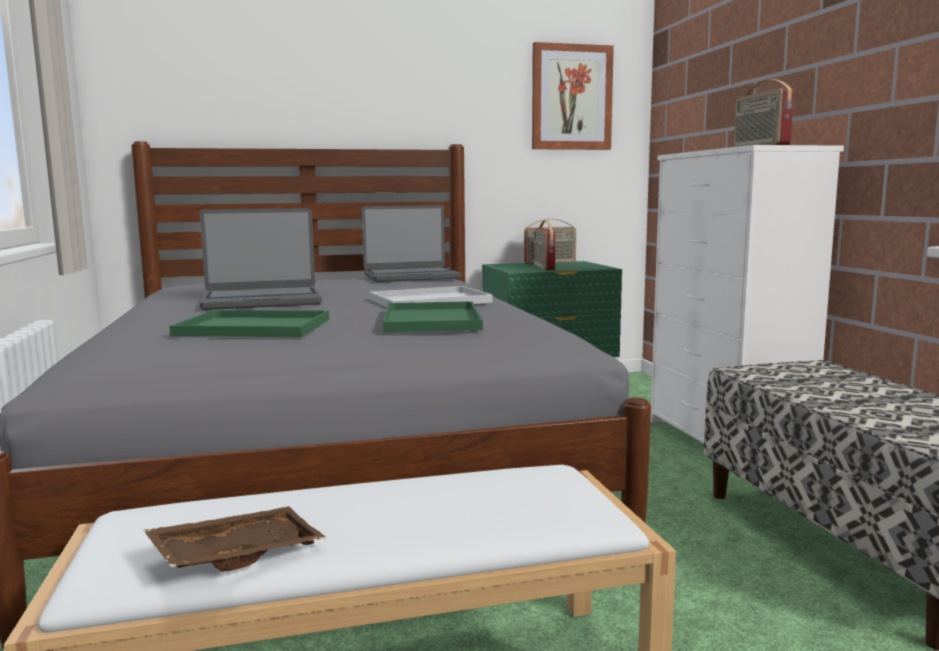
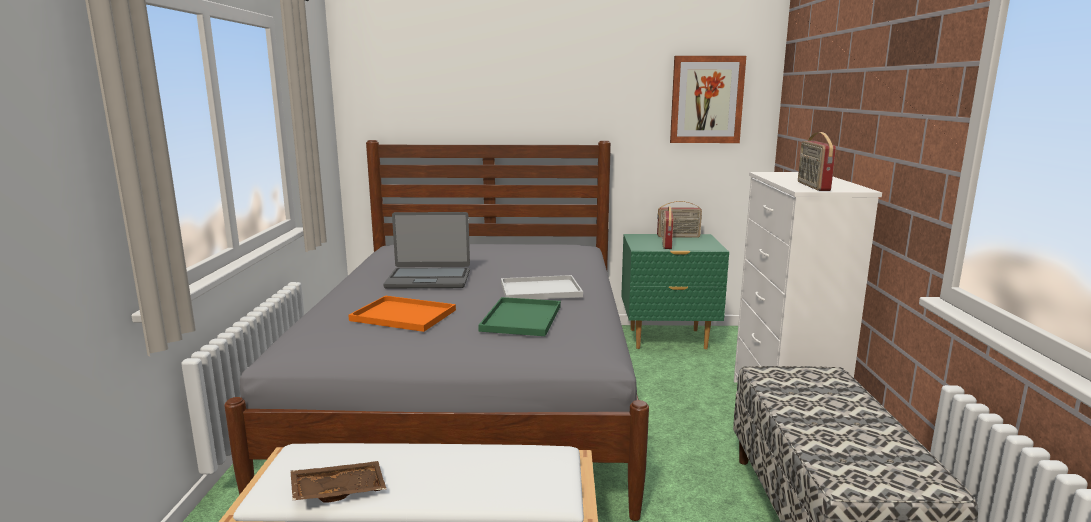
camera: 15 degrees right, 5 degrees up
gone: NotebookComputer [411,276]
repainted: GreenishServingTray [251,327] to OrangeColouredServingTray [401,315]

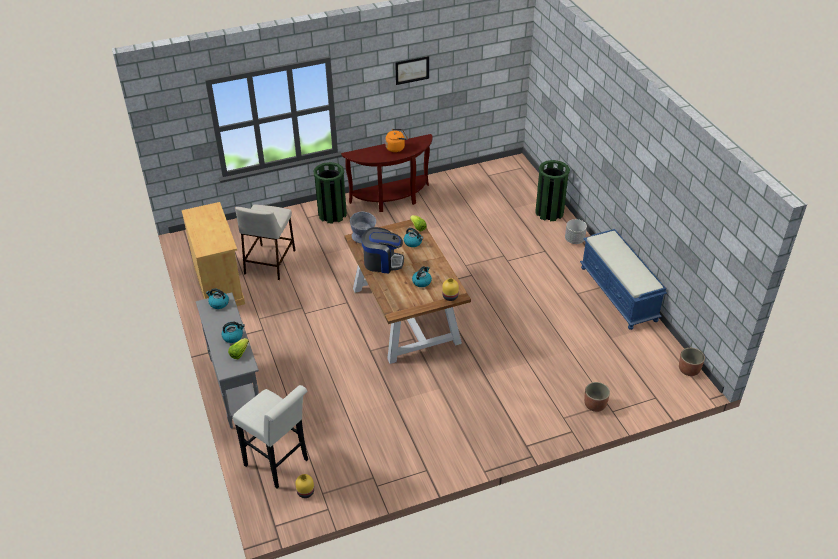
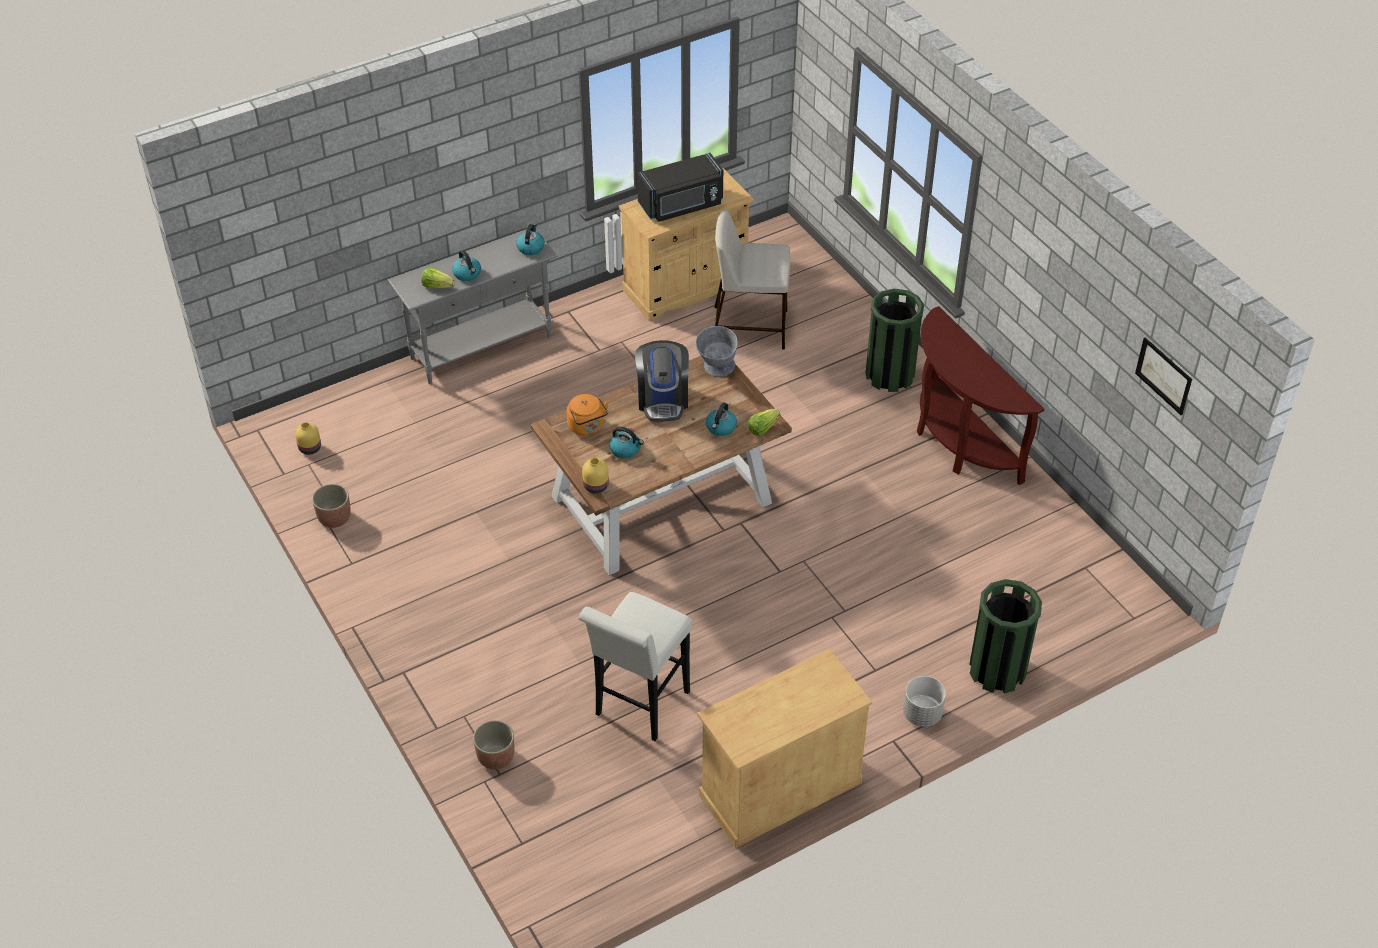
camera: 80 degrees right, 5 degrees up
new: BlackishKitchenMicrowave [682,205]
shifted: WhiteSittingStool [279,465] to [638,708]; OrangeColouredWaterKettle [396,148] to [587,427]; WallPicture [412,70] to [1163,375]; PlantPot [688,370] to [334,518]
swapped: BlueIndoorBench [619,294] to BeigeColouredStorageCabinet [780,789]

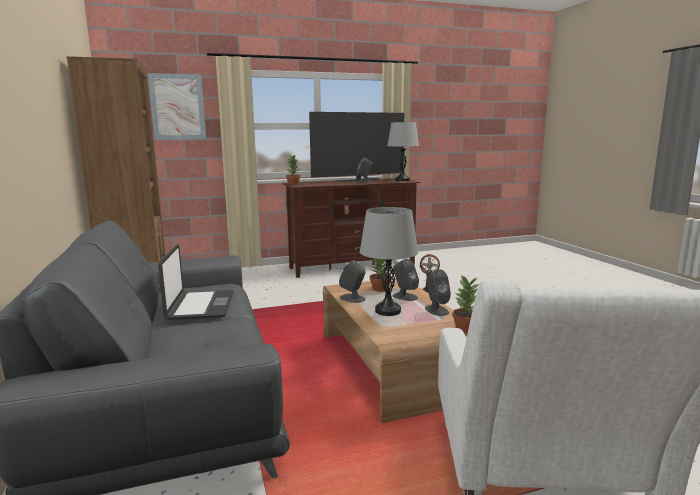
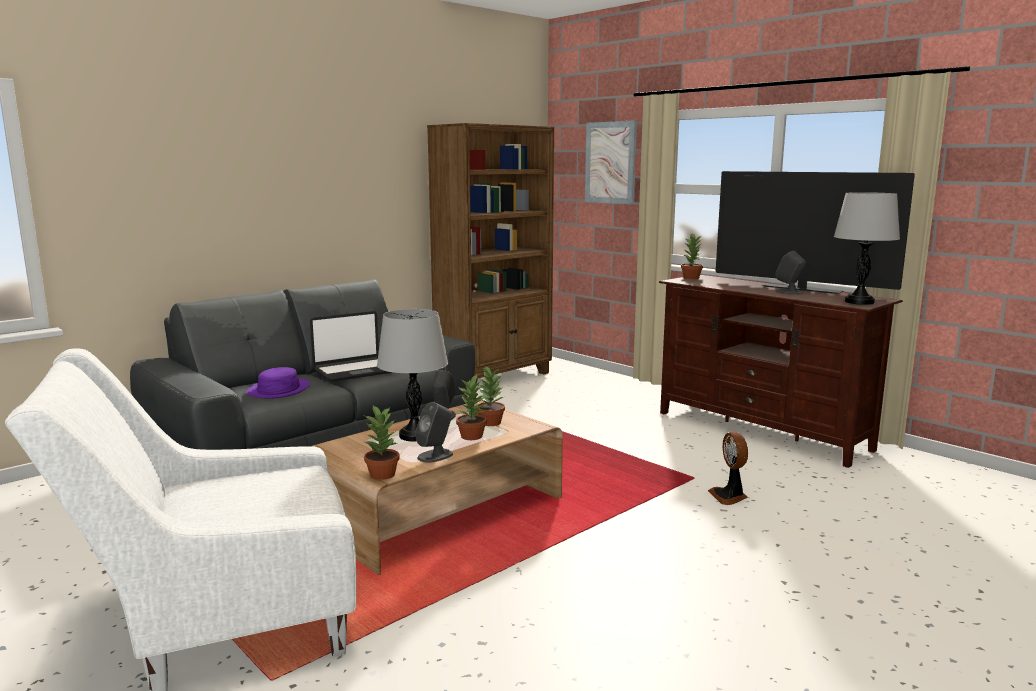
camera: 65 degrees right, 0 degrees up
new: PurpleWearableHat [278,390]
swapped: GrayLoudspeaker [404,296] to PottedPlant [472,436]

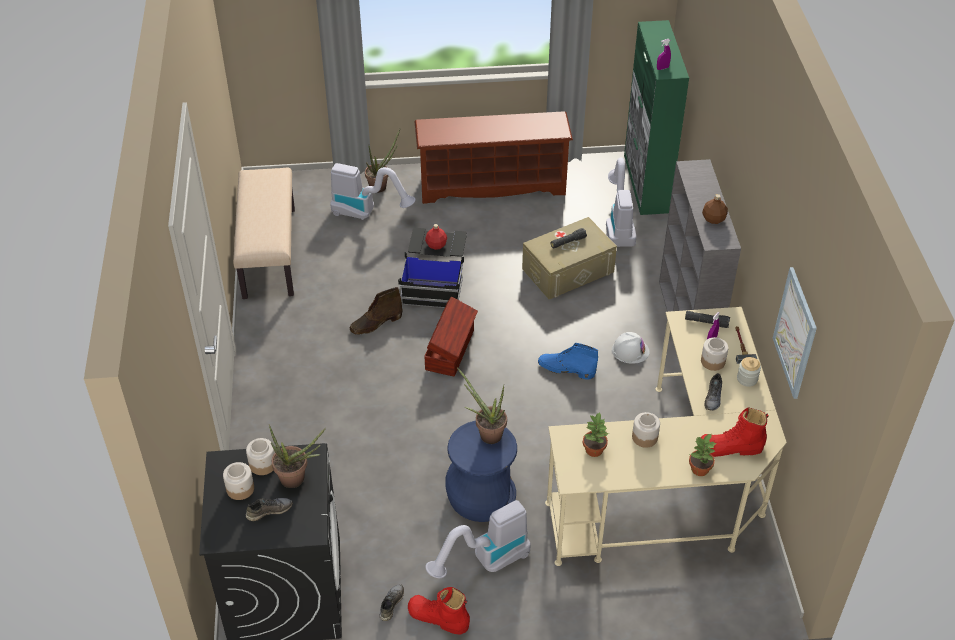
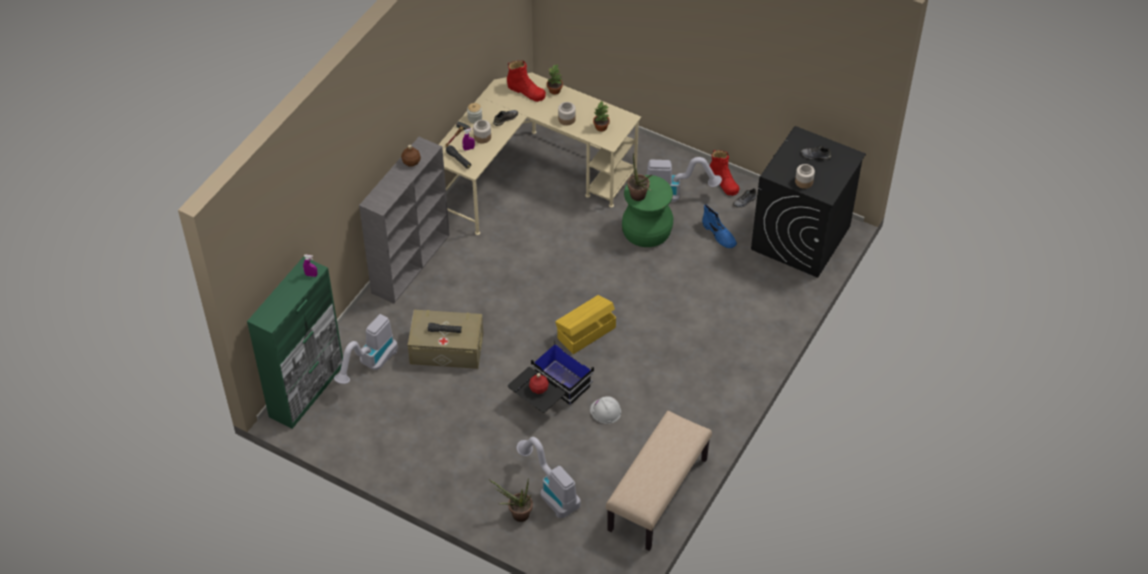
camera: 145 degrees left, 5 degrees up
gone: StorageJar [240,489]; PottedPlant [298,479]; BrownTallBoot [376,323]; BrownShoeStand [492,185]; WallPicture [795,333]
shifted: BlueTallBoot [566,369] to [719,235]; WhiteSafetyHelmet [630,350] to [605,411]
repainted: BrownStorageBin [451,349] to YellowColouredStorageBin [585,332]; BlueSittingStool [481,495] to GreenishSittingStool [647,230]

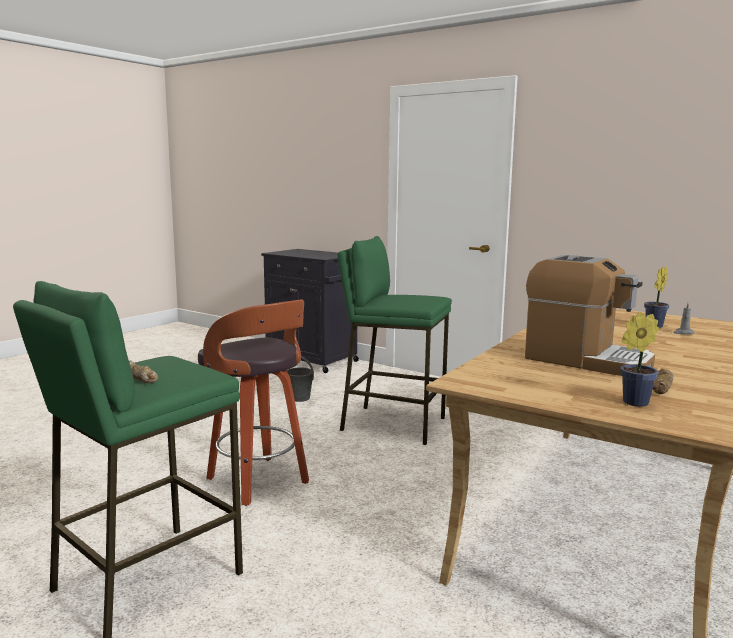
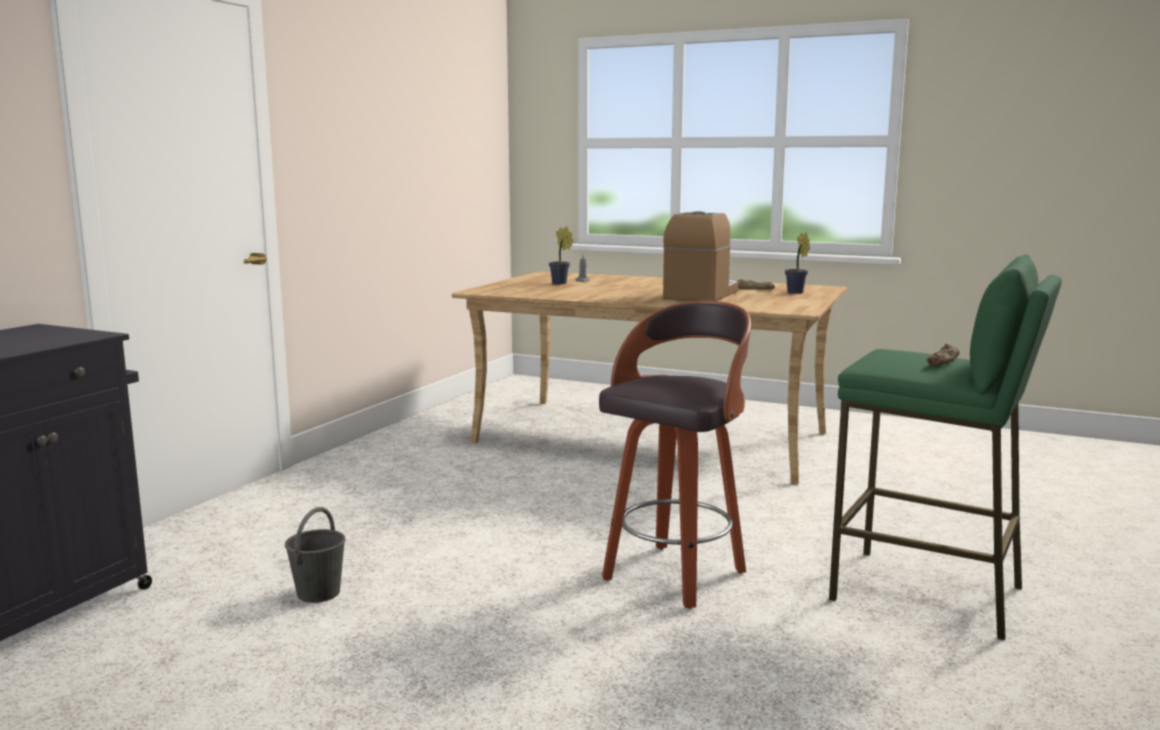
camera: 100 degrees left, 0 degrees up
gone: GreenishSittingStool [393,424]

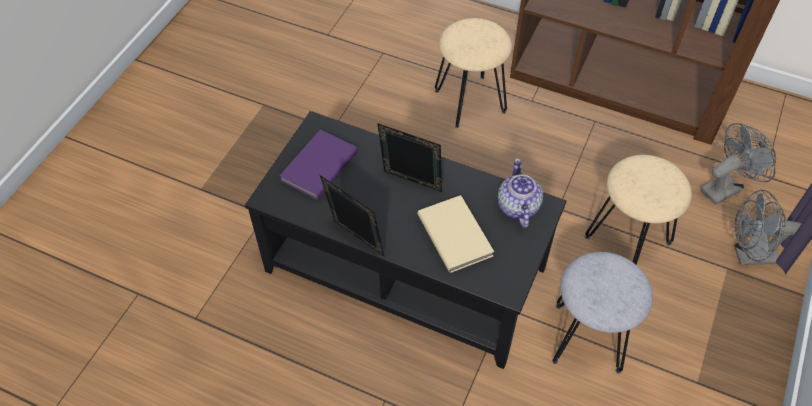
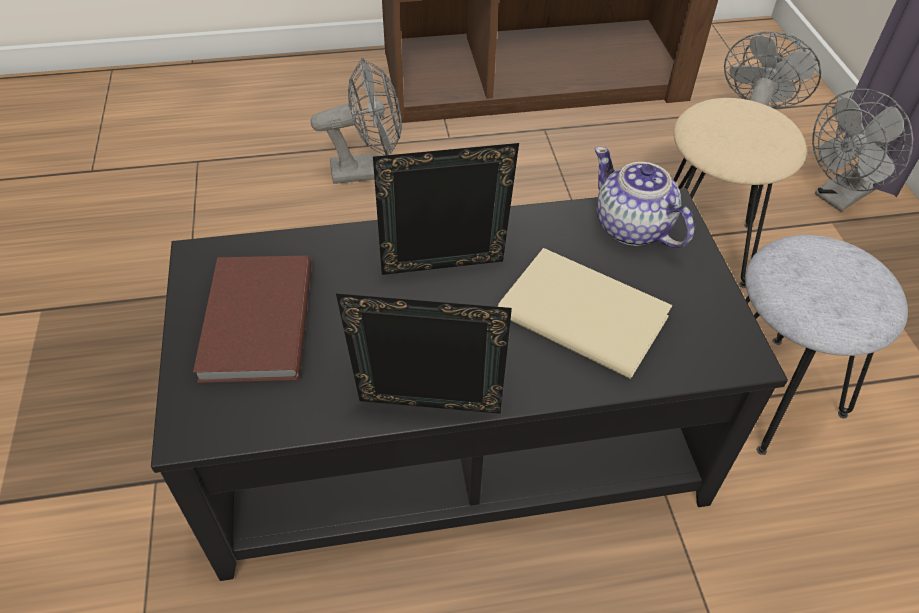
camera: 35 degrees left, 5 degrees down
swapped: BeigeColouredSittingStool [469,100] to GrayElectricFan [368,170]
repainted: PurpleBoundBook [317,166] to BrownBoundBook [253,323]

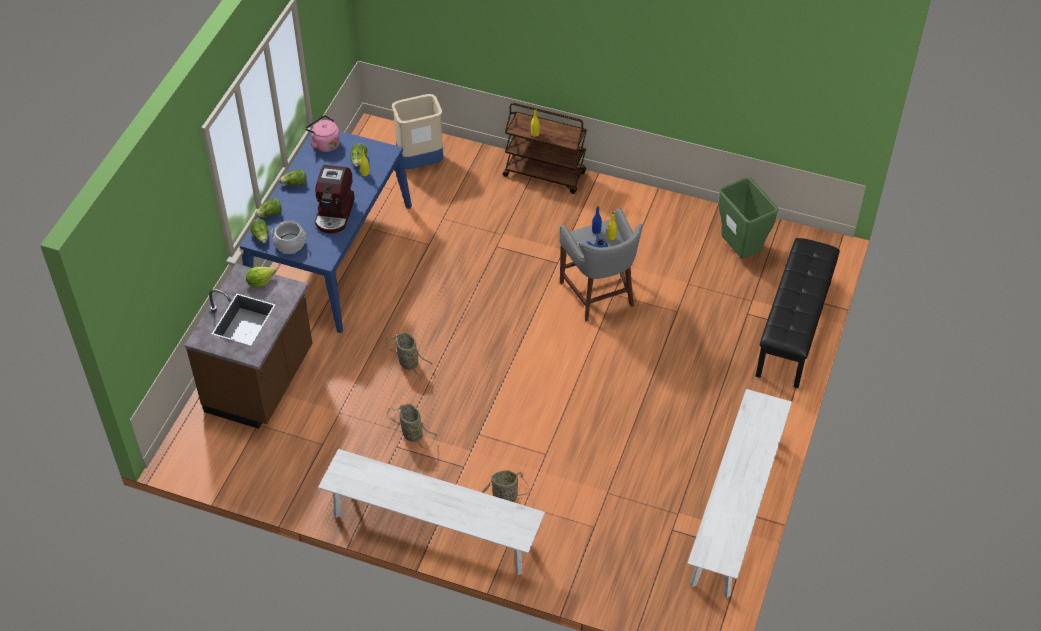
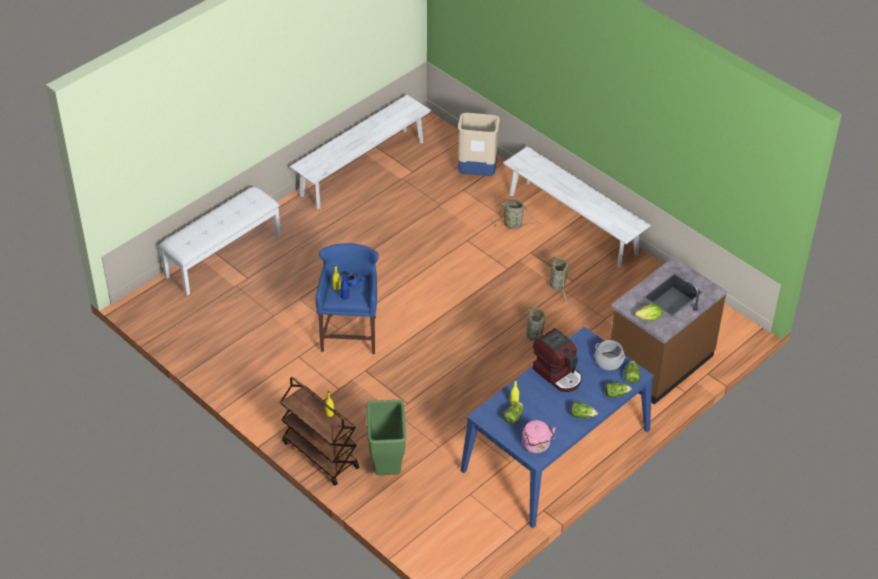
camera: 155 degrees left, 5 degrees down
shifted: BeigeColouredWasteBin [420,163] to [477,173]; GreenishWasteBin [740,251] to [386,467]
repainted: GraySittingStool [599,295] to BlueSittingStool [350,332]; BlackishIndoorBench [794,329] to WhiteIndoorBench [223,255]
rotated: CoffeeMaker [335,213] = [558,374] 105 degrees clockwise

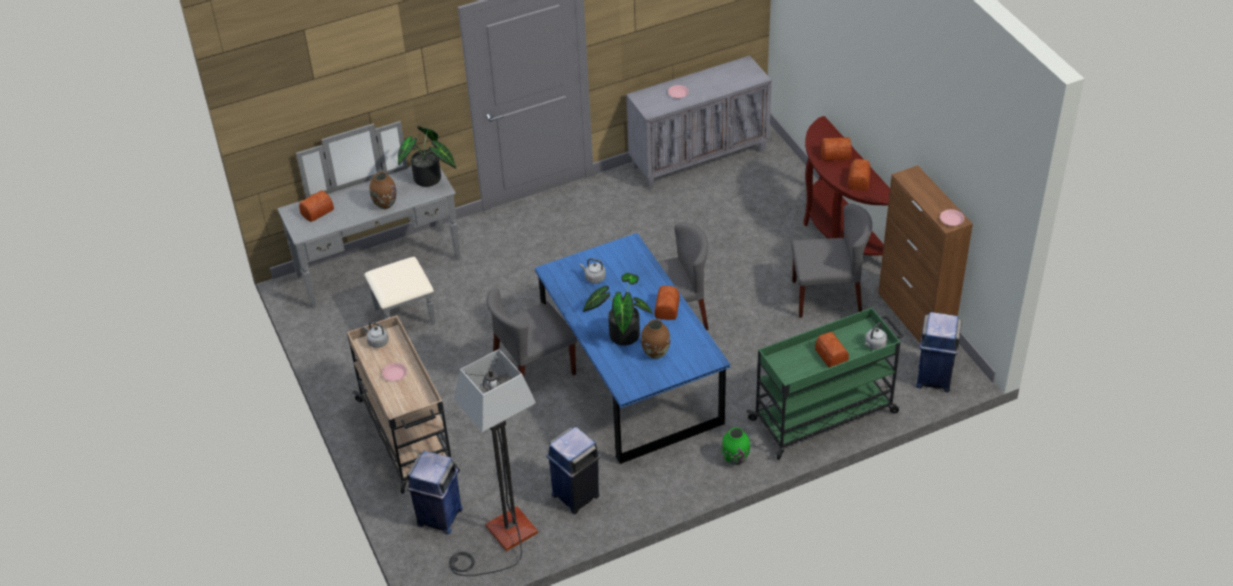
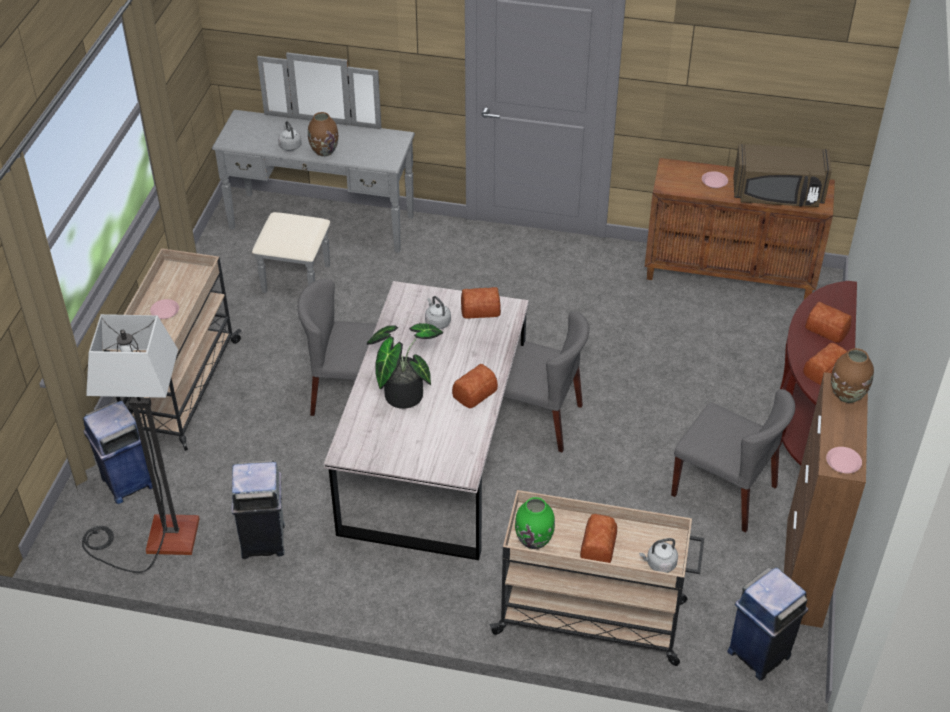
camera: 35 degrees right, 0 degrees up
gone: PottedPlant [429,180]
new: BrownKitchenMicrowave [778,195]
shifted: Bread [316,211] to [479,309]; GrayWaterKettle [377,341] to [290,145]; BrownVase [656,353] to [847,395]; GreenishVase [735,458] to [534,540]
repainted: BlueKitchenTable [633,379] to GrayKitchenTable [435,458]; BlueWasteBin [576,495] to GrayWasteBin [264,540]; GrayStorageCabinet [699,157] to BrownStorageCabinet [730,274]; GreenishCart [825,415] to BeigeColouredCart [592,618]

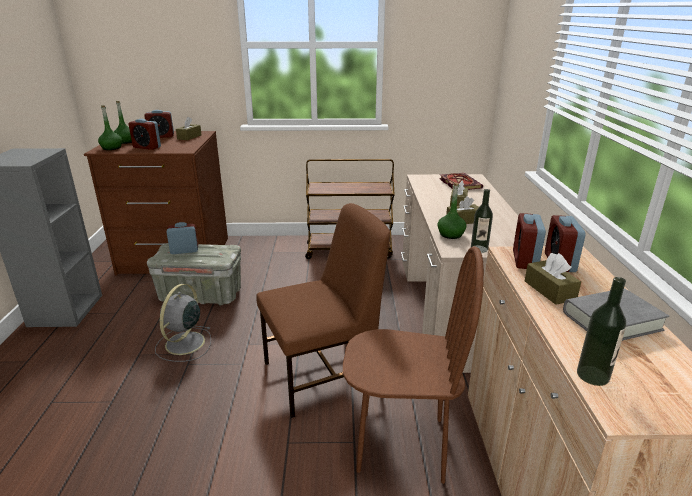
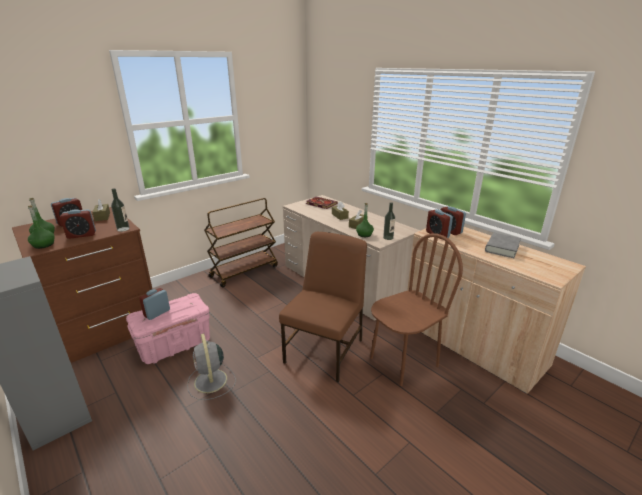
camera: 40 degrees left, 0 degrees up
gone: BrownTissueBox [549,290]
shifted: BeverageBottle [593,375] to [123,229]
repainted: GrayStorageBin [200,295] to PinkishStorageBin [174,345]

